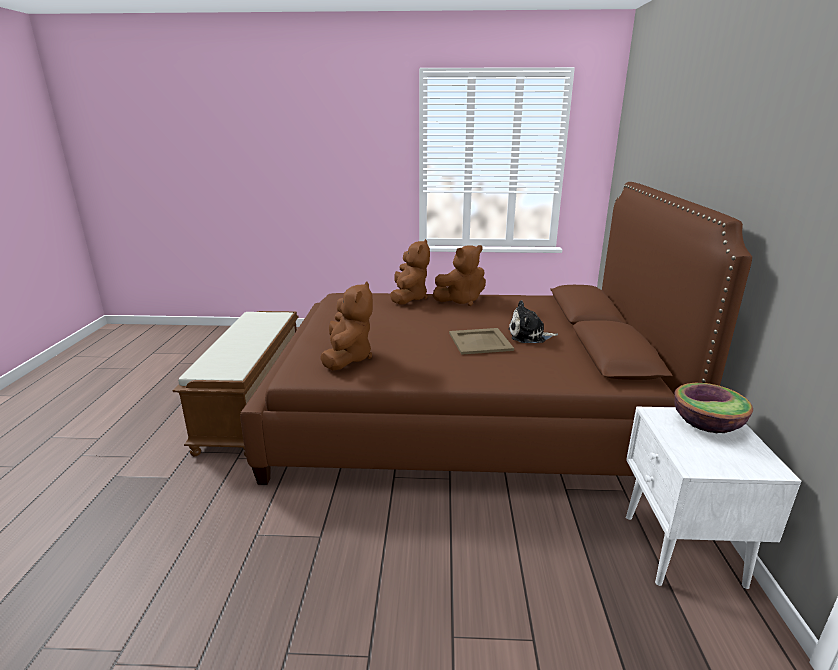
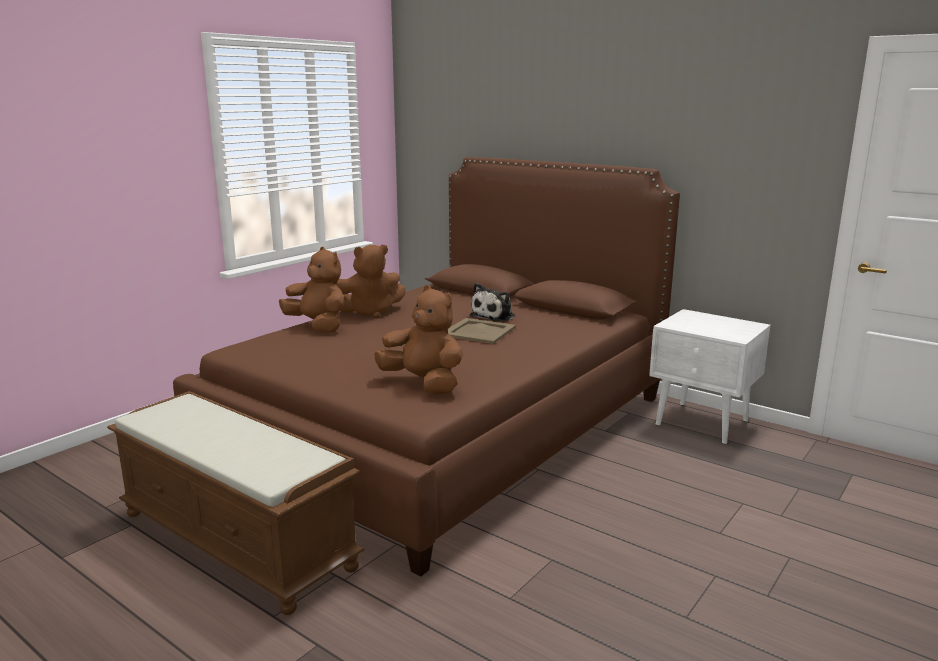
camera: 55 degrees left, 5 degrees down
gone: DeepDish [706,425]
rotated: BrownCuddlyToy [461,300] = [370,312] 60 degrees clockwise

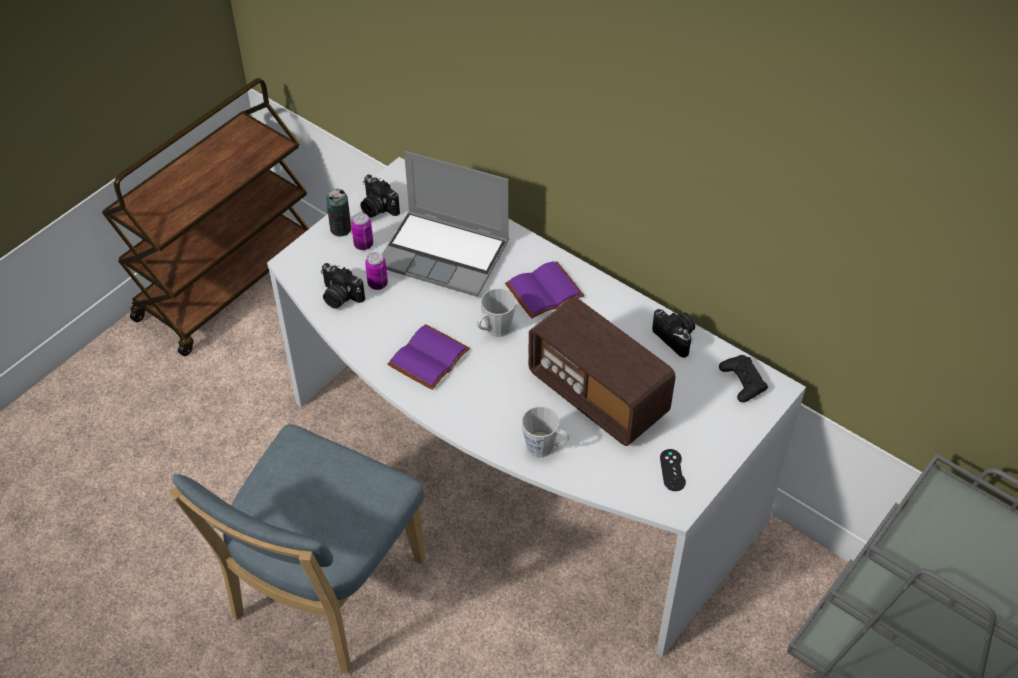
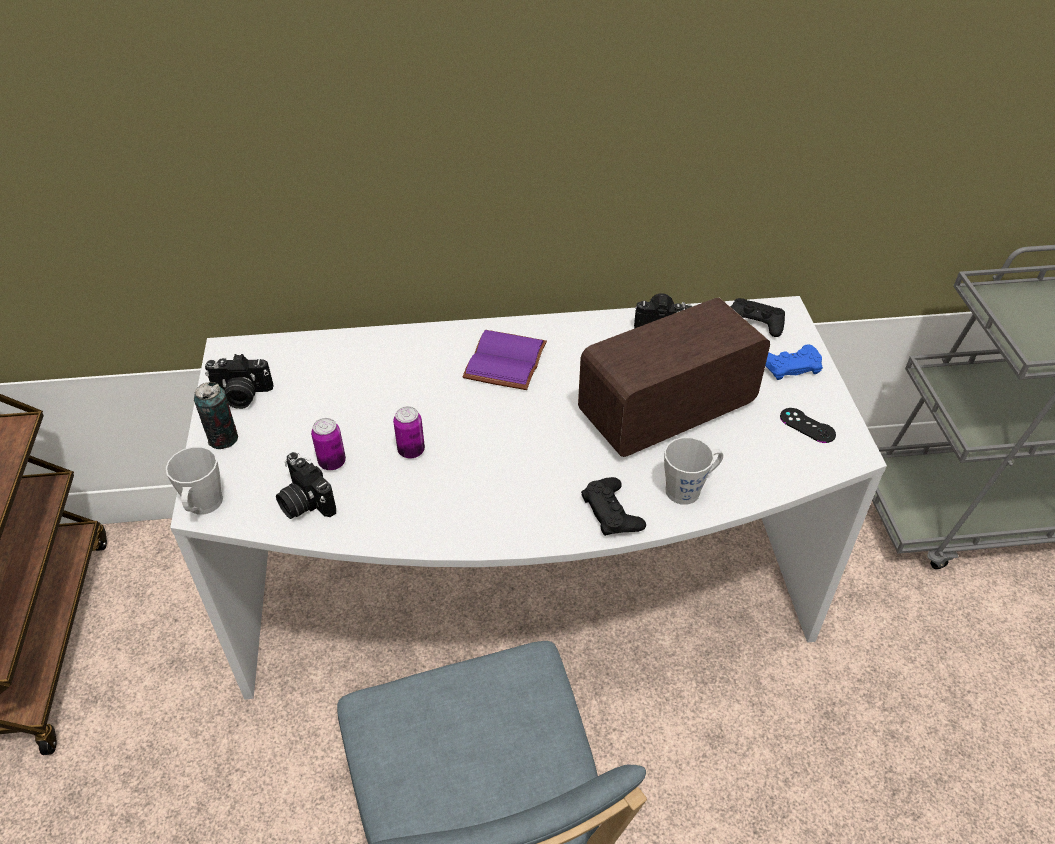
camera: 45 degrees left, 5 degrees down
gone: NotebookComputer [446,254]; PurpleBoundBook [429,360]
new: BlackishJoypad [612,512]; BlueJoypad [790,366]
shifted: Can [363,245] to [411,451]; GrayTeaMug [494,330] to [203,506]
rotated: StillCamera [339,296] = [304,502] 60 degrees clockwise; Radio [598,395] = [667,411] 150 degrees clockwise

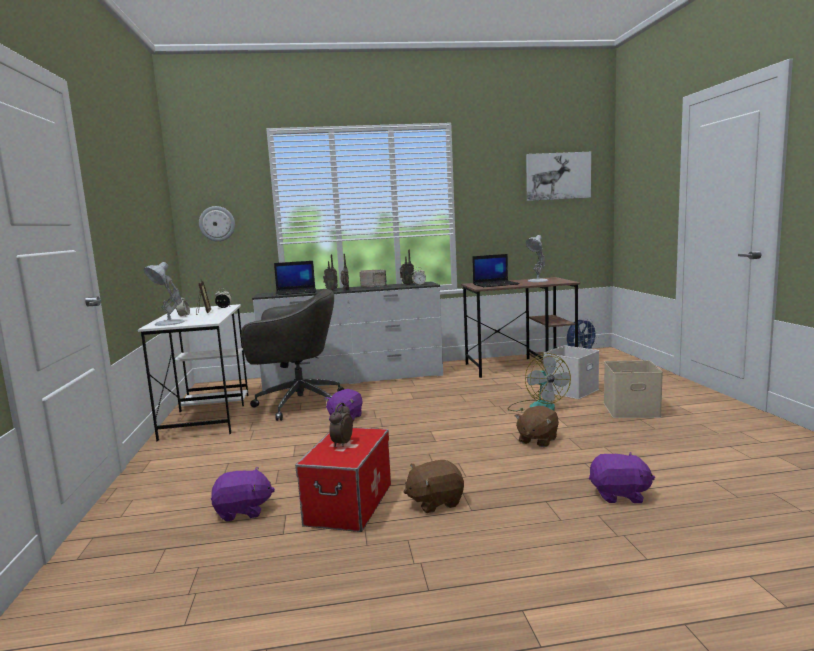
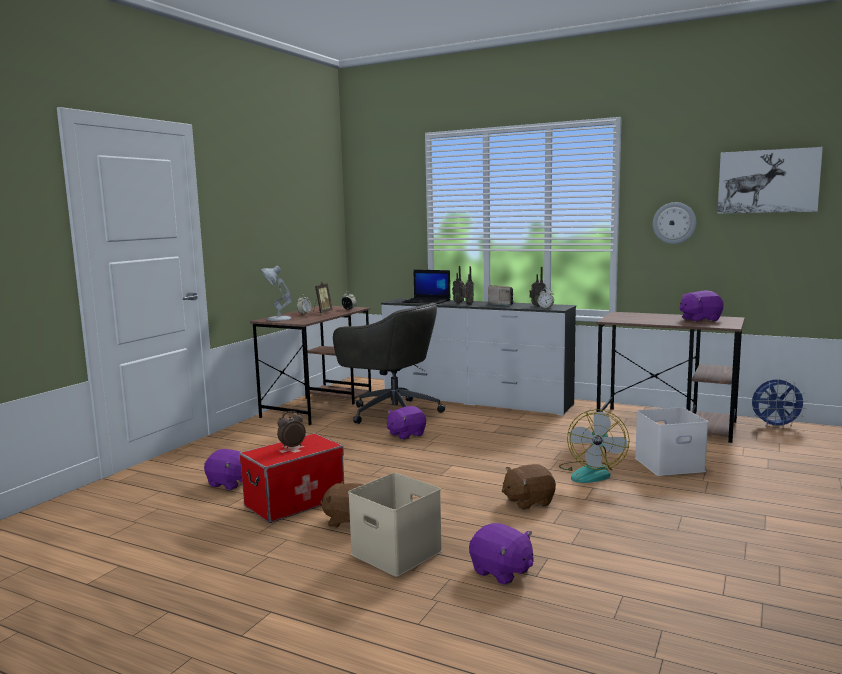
camera: 35 degrees right, 0 degrees up
gone: NotebookComputer [496,284]
shifted: WallClock [217,223] to [674,223]; BeigeColouredStorageBin [632,409] to [398,552]
swapped: WhiteLampForATable [537,281] to PurpleCuddlyToy [699,320]
repainted: WhiteDeskTable [207,415] to BrownDeskTable [318,405]

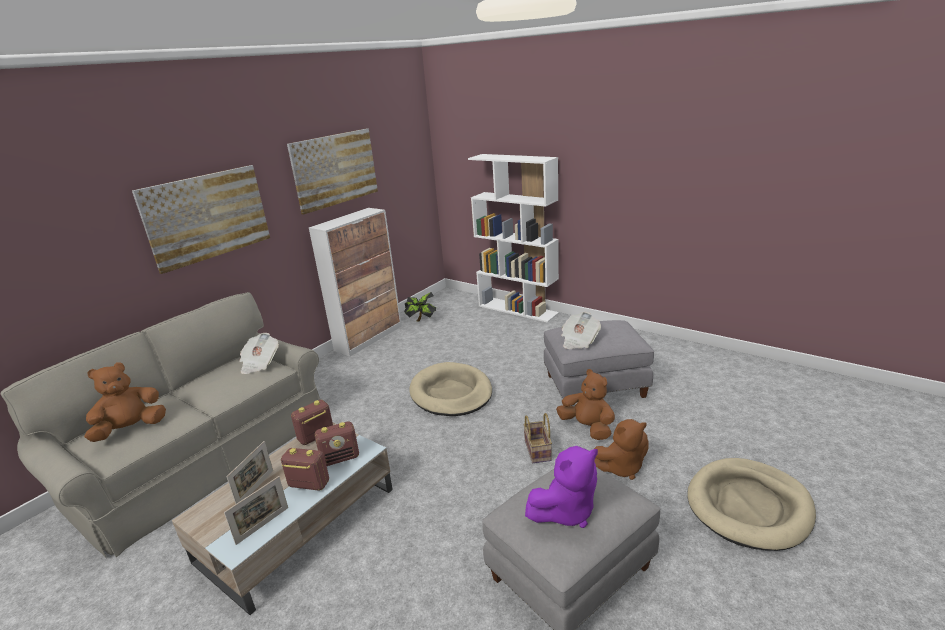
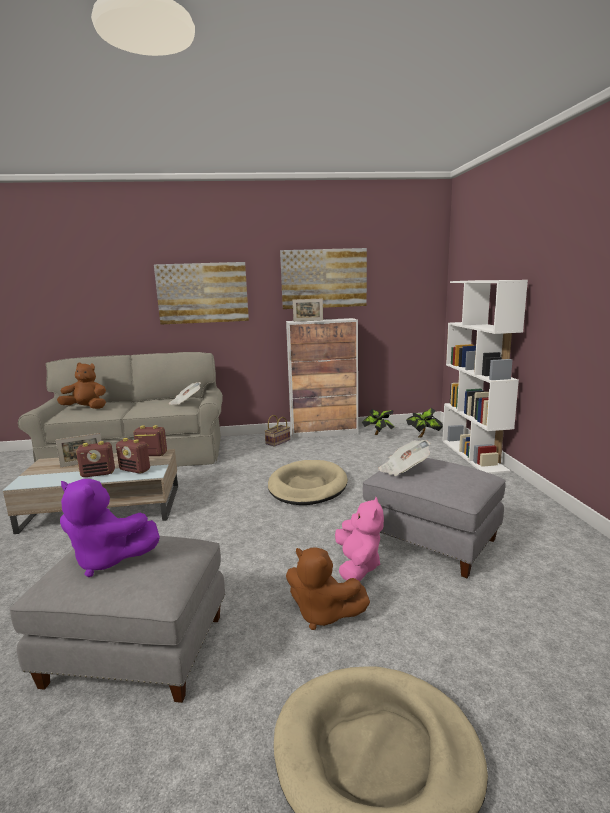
camera: 45 degrees right, 10 degrees down
new: PottedPlant [424,437]
shifted: PhotoFrame [262,525] to [308,321]; HouseholdBasket [538,451] to [278,442]
repainted: BrownCuddlyToy [587,427] to PinkishCuddlyToy [358,566]
rotated: Radio [308,484] = [98,474] 105 degrees clockwise

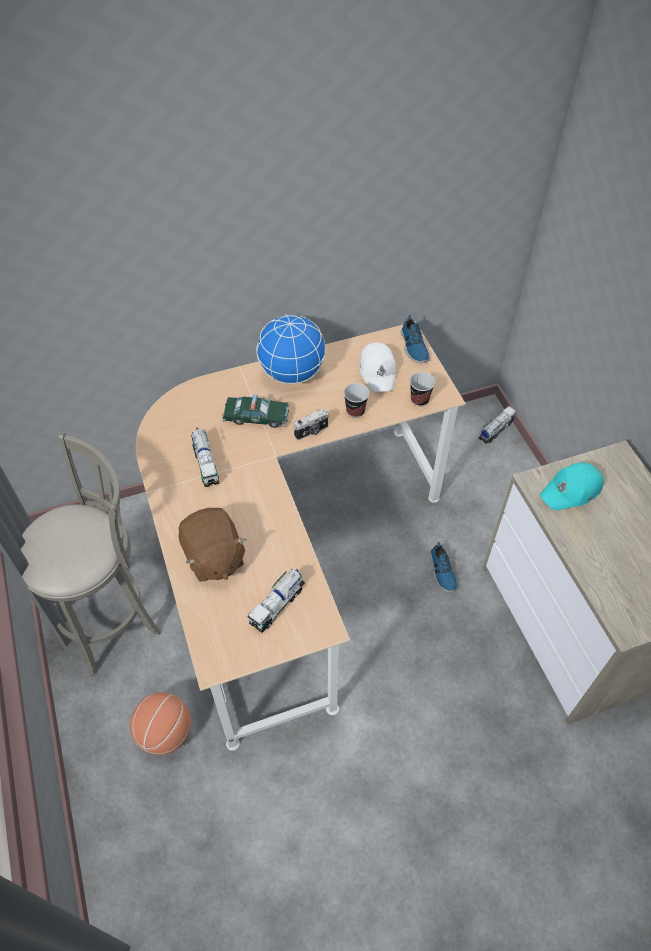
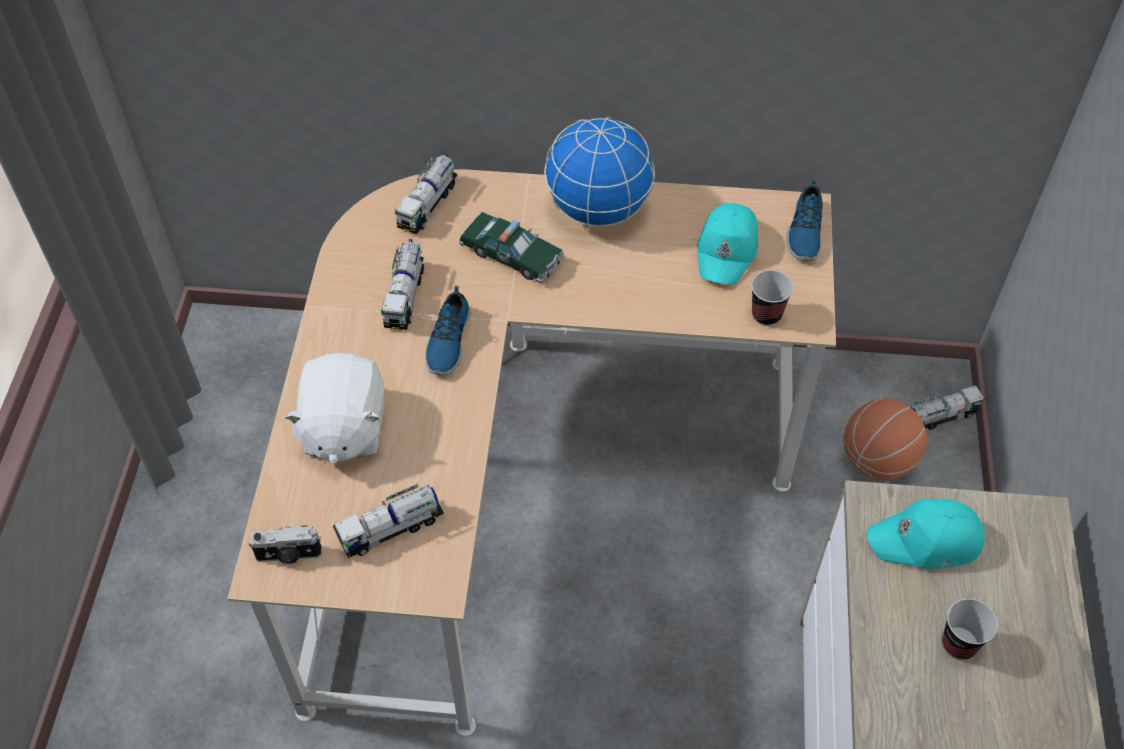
camera: 25 degrees right, 0 degrees up
gone: GraySittingStool [112,618]
new: ModelTruck [428,205]
shifted: BallForBasketball [165,733] to [877,460]; StillCamera [312,432] to [289,555]; SmallCup [355,411] to [959,644]; ItemOfFootwear [441,571] to [447,341]
repainted: BrownCuddlyToy [213,557] to WhiteCuddlyToy [343,429]; WhiteCap [378,371] to TurquoiseCap [727,250]

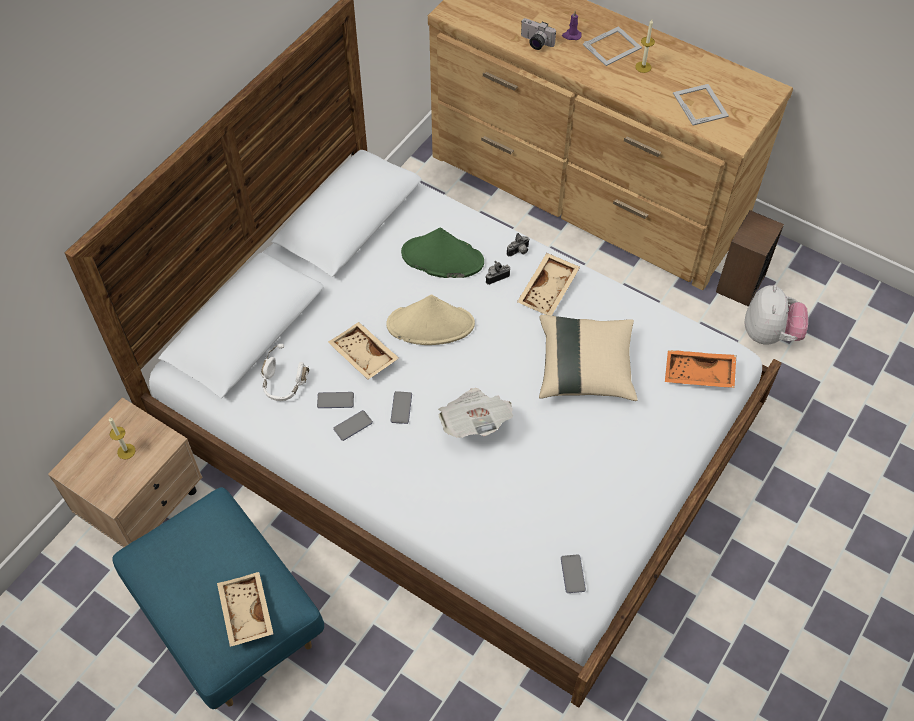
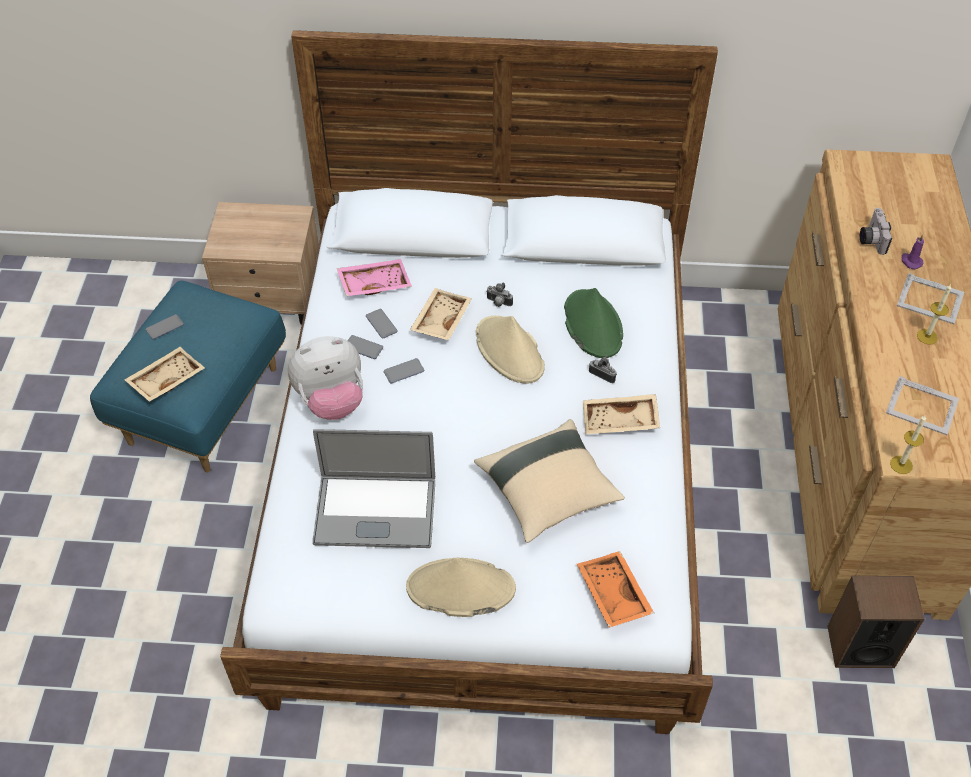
camera: 60 degrees right, 5 degrees down
gone: DailyPaper [474,422]
new: NotebookComputer [375,511]; BeigeColouredWearableHat [460,588]
shifted: Candle [126,451] to [901,464]; StillCamera [519,252] to [498,303]; Handset [572,574] to [165,327]; CuddlyToy [769,334] to [331,401]
swapped: WhiteHeadphones [283,384] to PinkishServingTray [374,283]
rotated: PhotoFrame [700,104] = [923,407] 75 degrees clockwise

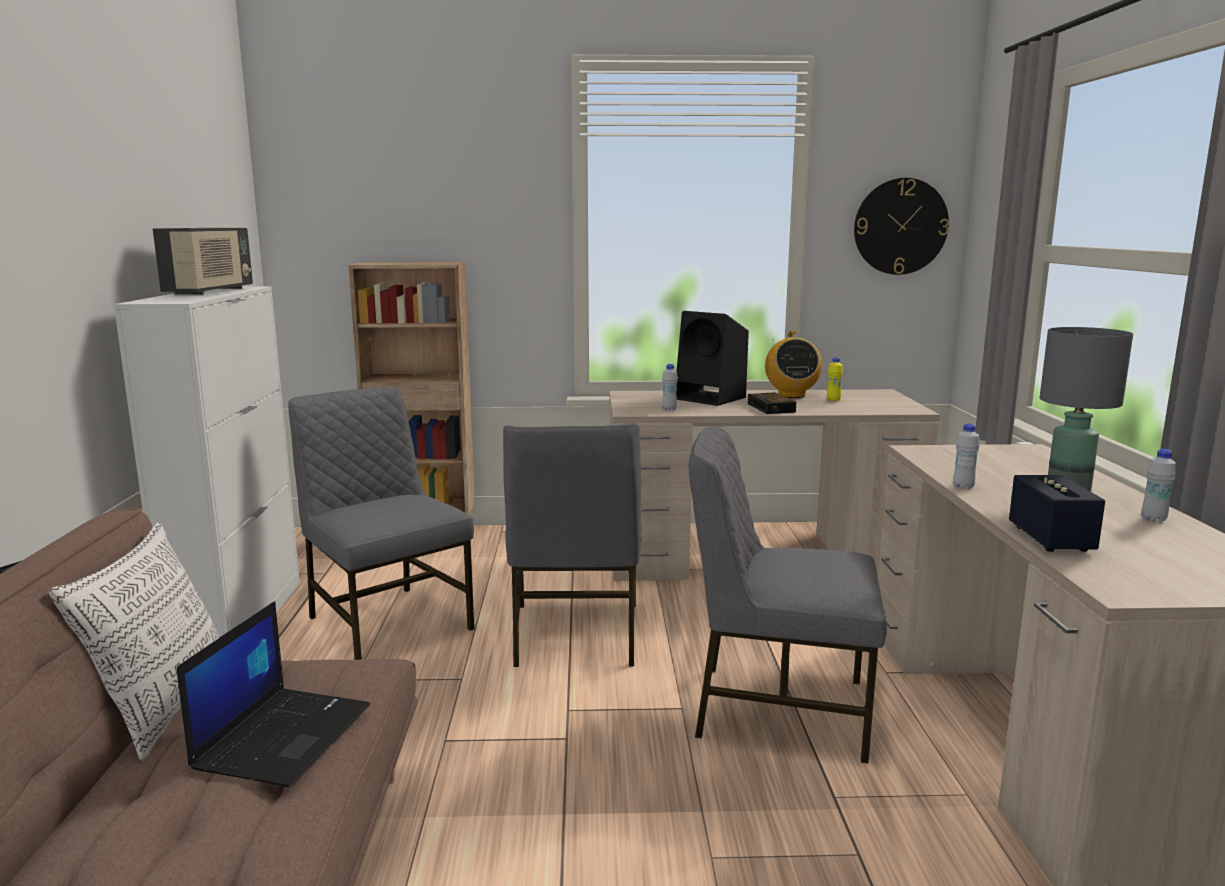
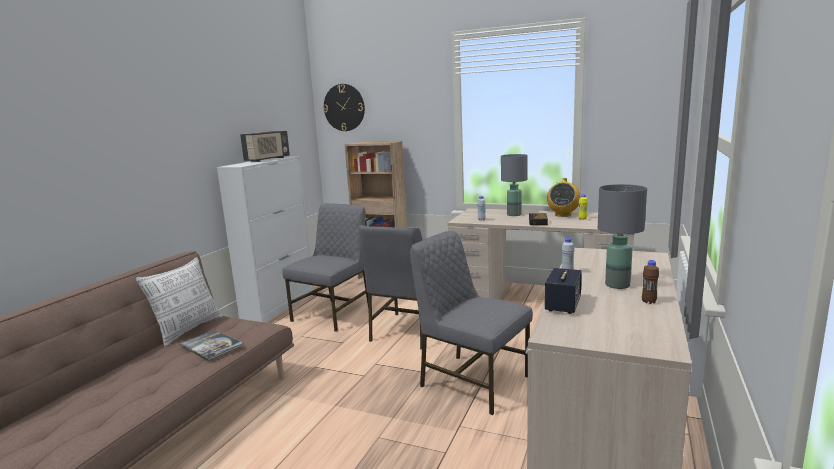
camera: 25 degrees right, 0 degrees up
shifted: WallClock [900,226] to [344,107]
swapped: NotebookComputer [283,735] to BoundBook [212,346]; BlackishLoudspeaker [712,398] to GrayLampForATable [514,215]
repainted: WhiteBeverageBottle [1153,519] to BrownBeverageBottle [649,302]
rotated: GrayChair [387,623] = [334,314] 45 degrees clockwise

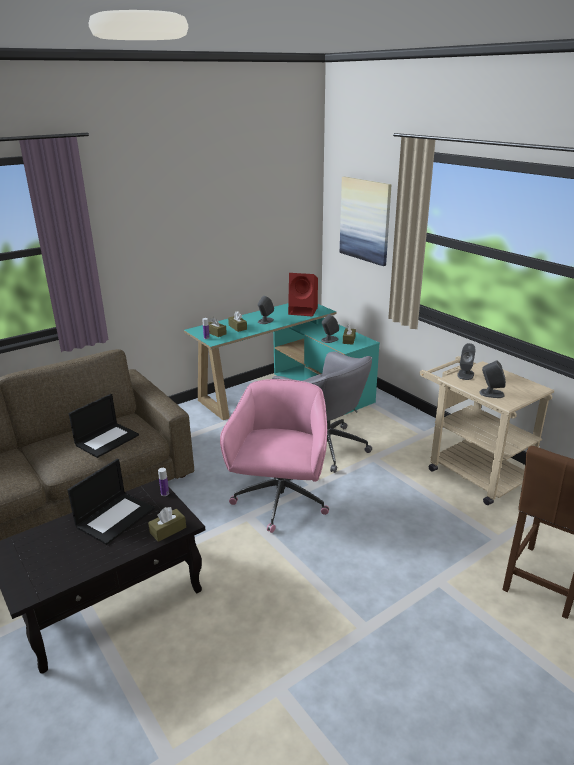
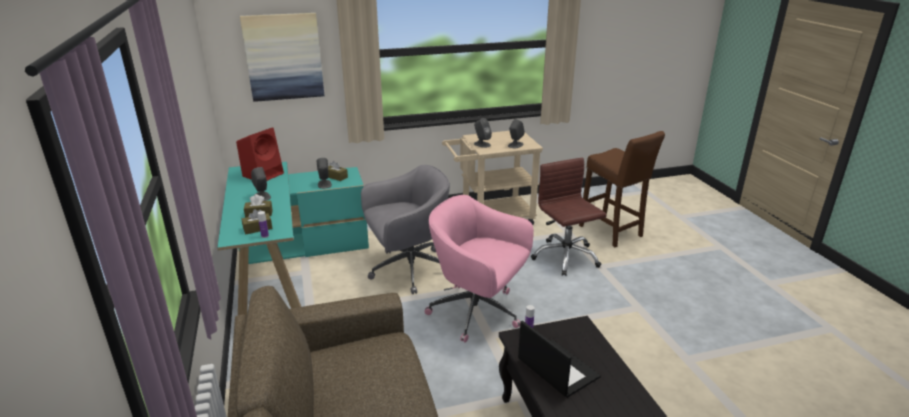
camera: 70 degrees left, 0 degrees up
gone: NotebookComputer [107,439]; BrownTissueBox [168,530]
new: BrownComputerChair [565,257]

